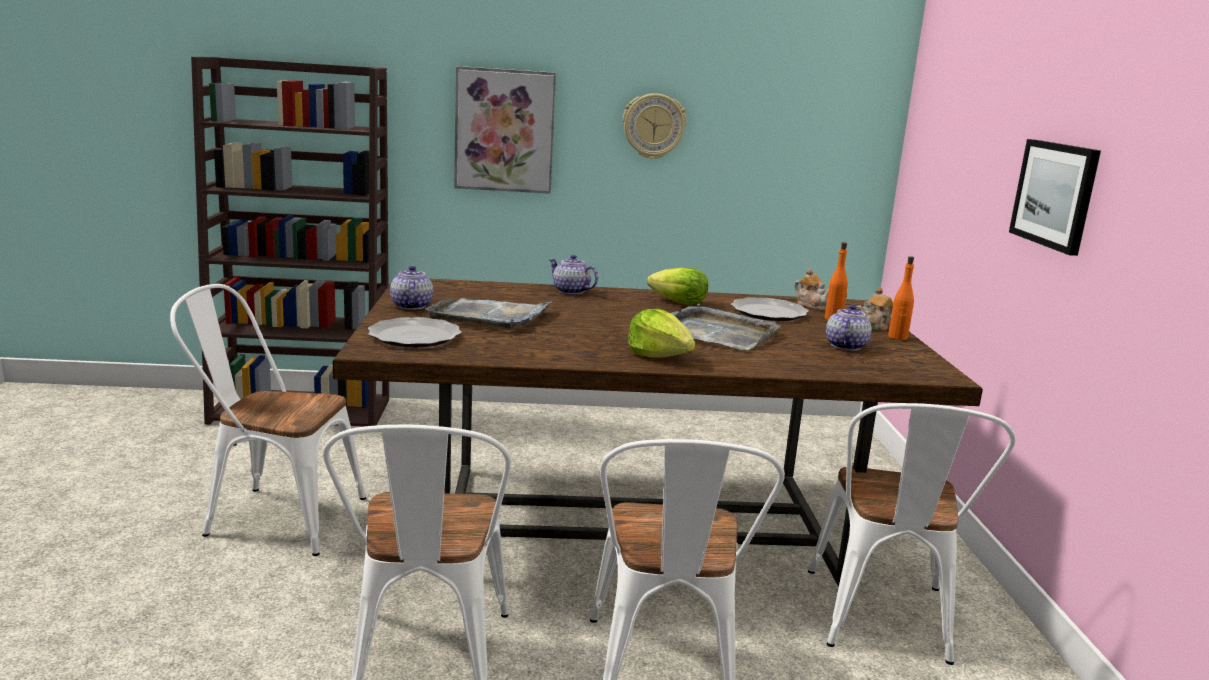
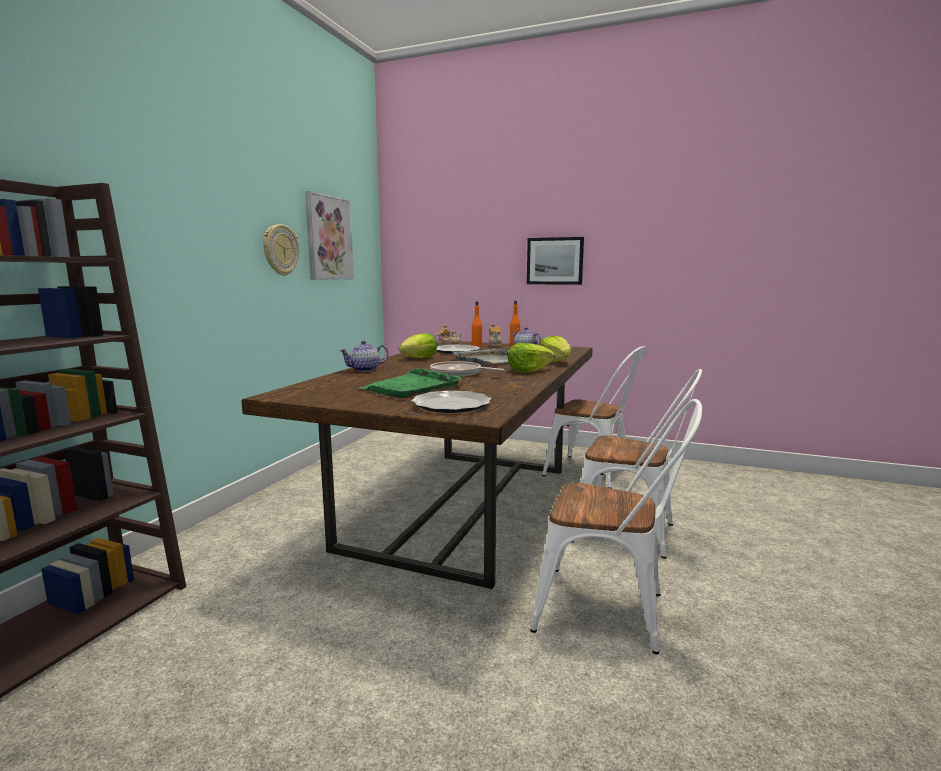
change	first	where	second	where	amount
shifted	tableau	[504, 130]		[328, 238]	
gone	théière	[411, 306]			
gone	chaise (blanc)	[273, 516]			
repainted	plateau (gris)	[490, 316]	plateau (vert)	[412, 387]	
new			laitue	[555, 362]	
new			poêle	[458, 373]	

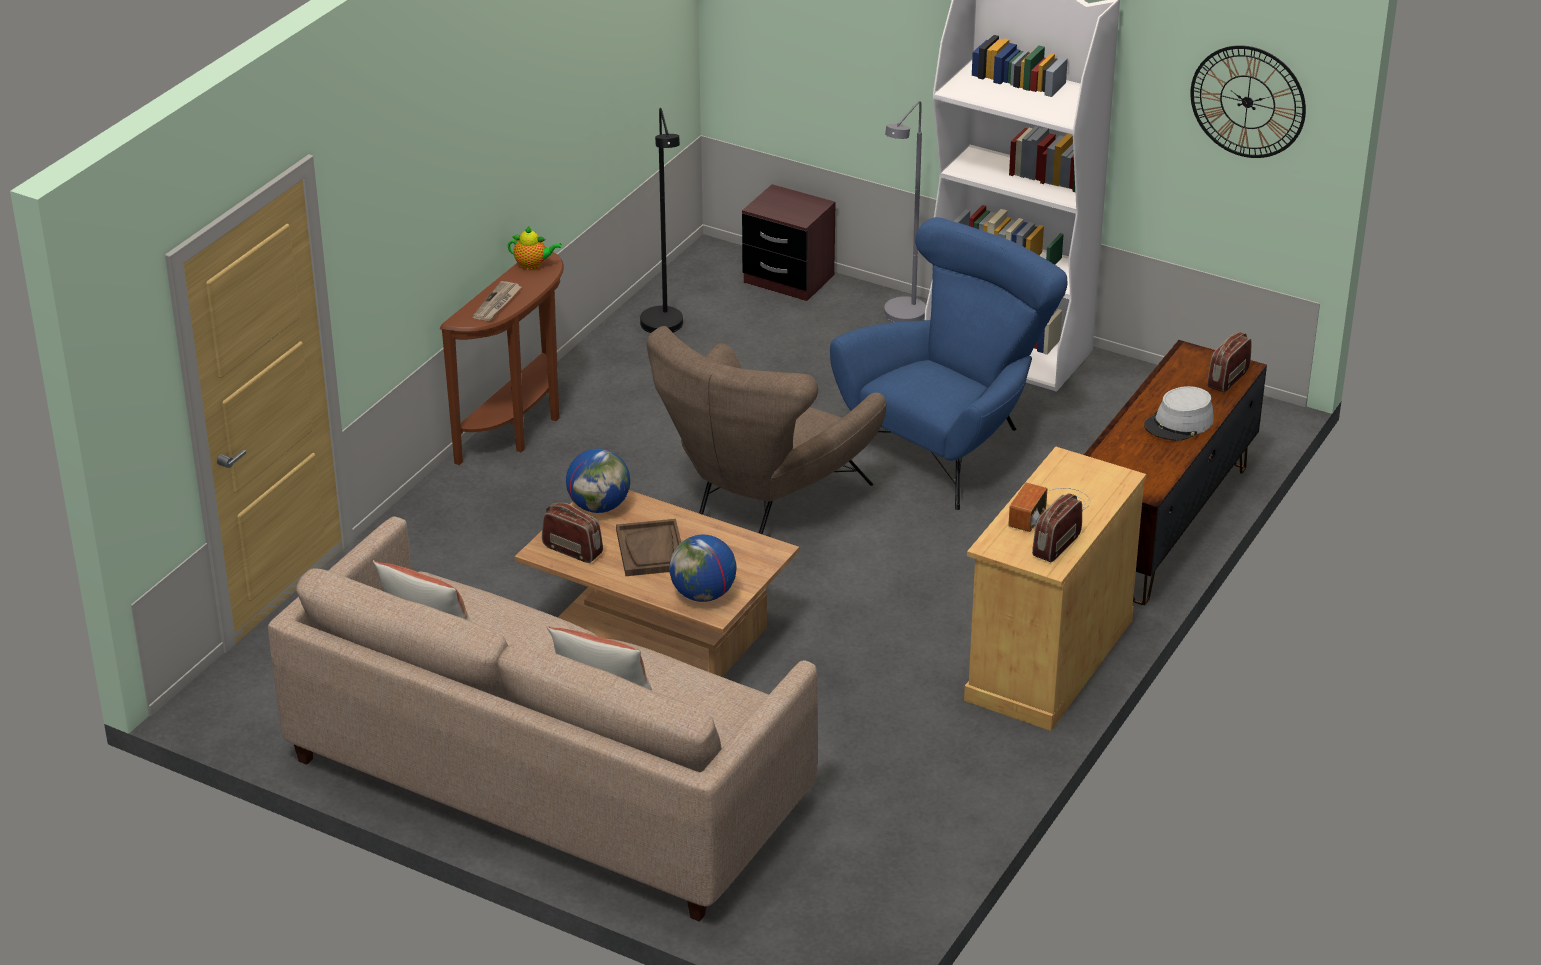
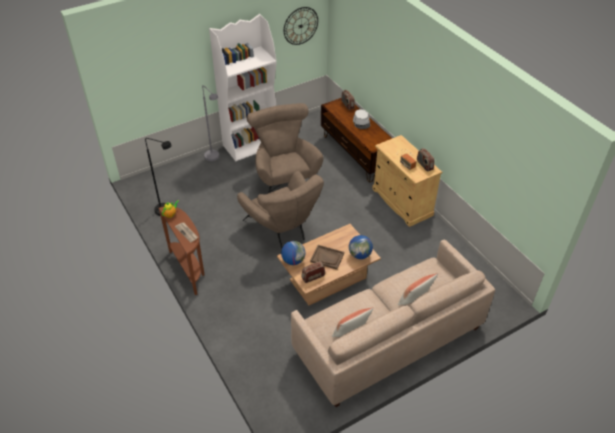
change	first	where	second	where	amount
gone	table de chevet (marron)	[788, 279]			
repainted	fauteuil (bleu)	[949, 440]	fauteuil (marron)	[284, 176]	

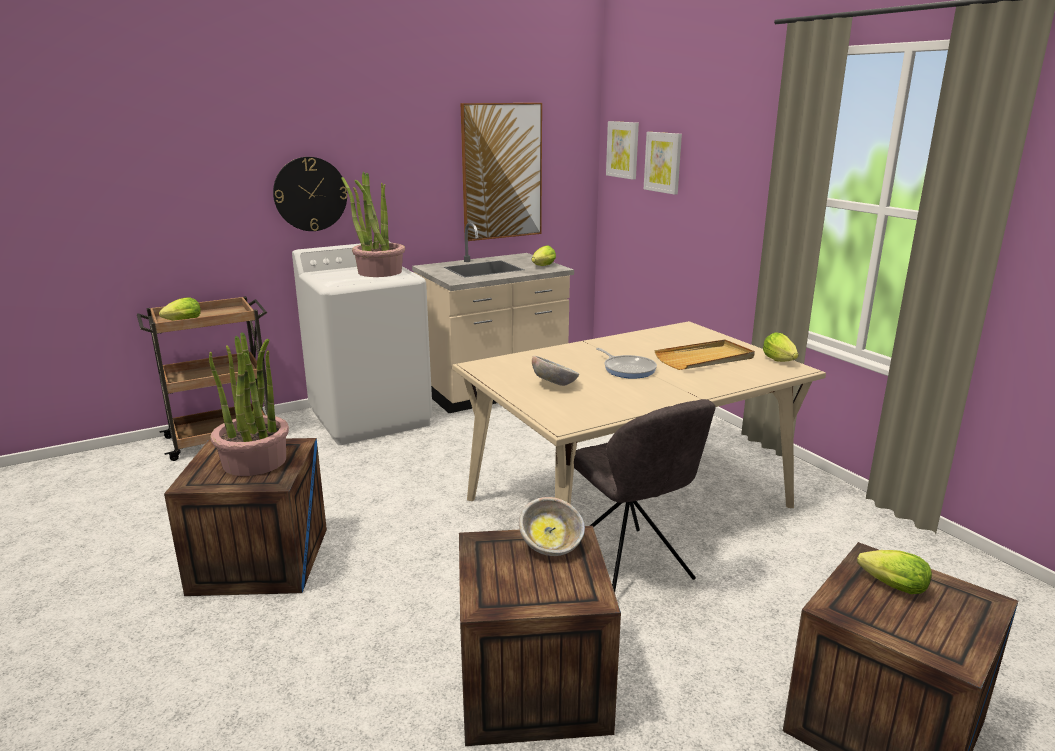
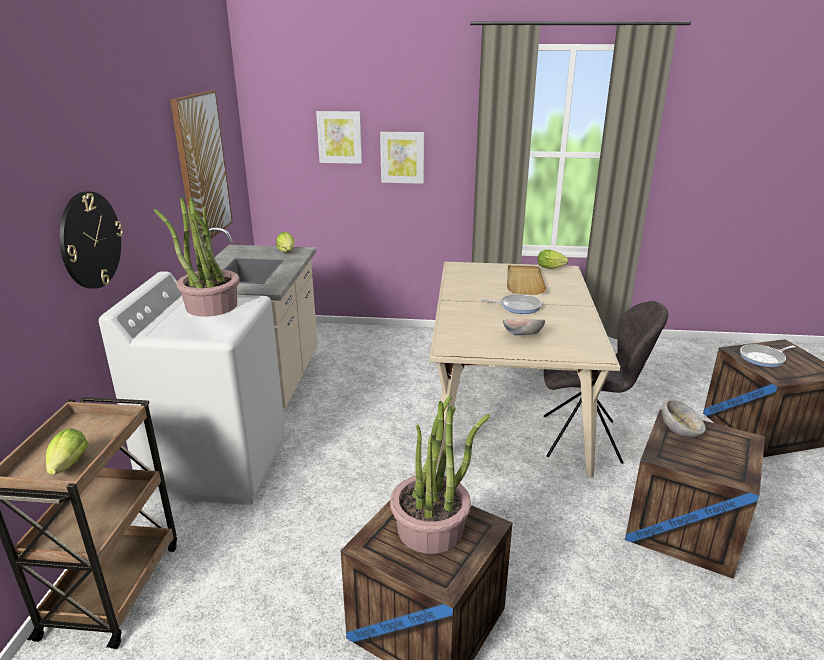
change	first	where	second	where	amount
shifted	tableau	[623, 149]		[402, 157]	
swapped	laitue	[889, 586]	poêle	[764, 358]	

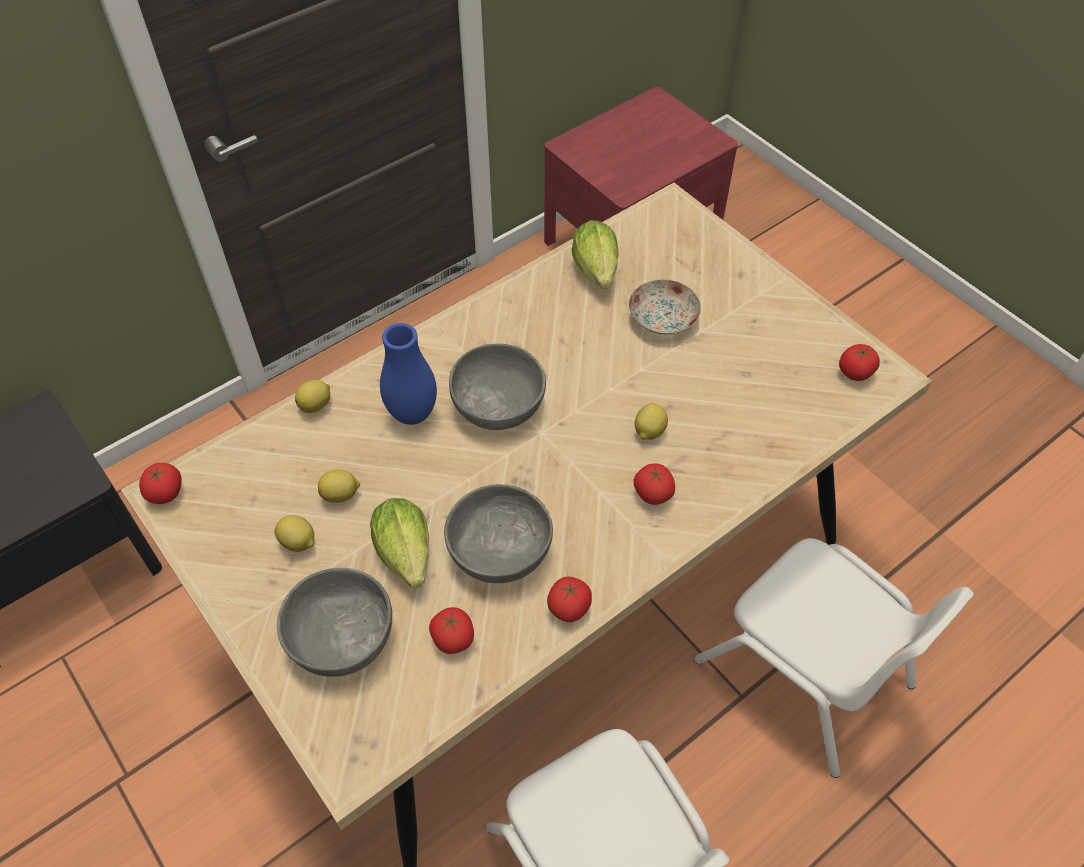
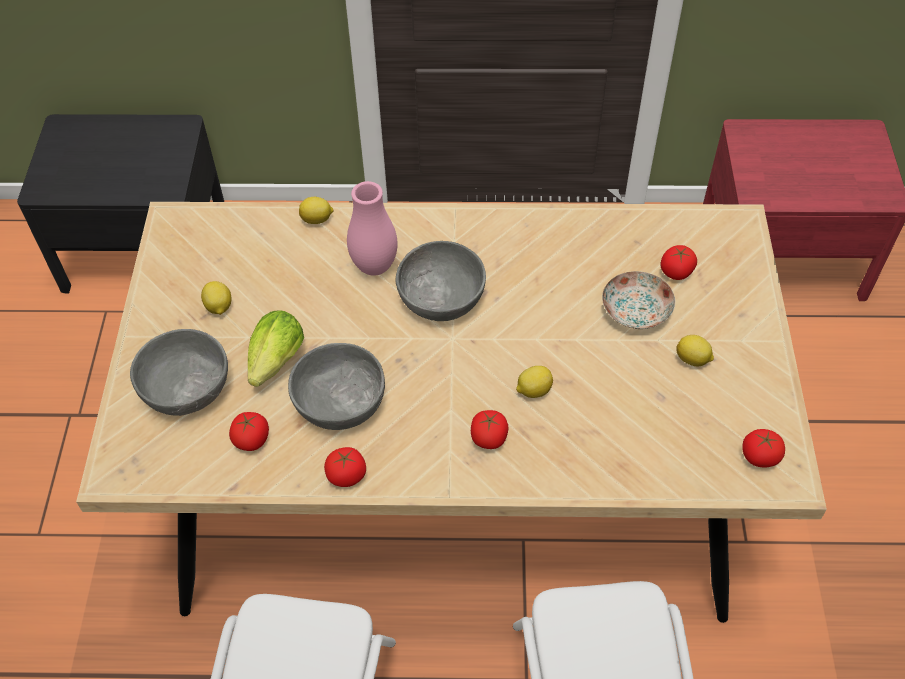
change	first	where	second	where	amount
gone	laitue	[597, 274]			
repainted	vase (bleu)	[412, 414]	vase (rose)	[374, 266]	
shifted	tomate	[165, 492]		[676, 272]	
shifted	citron	[341, 495]		[692, 360]	

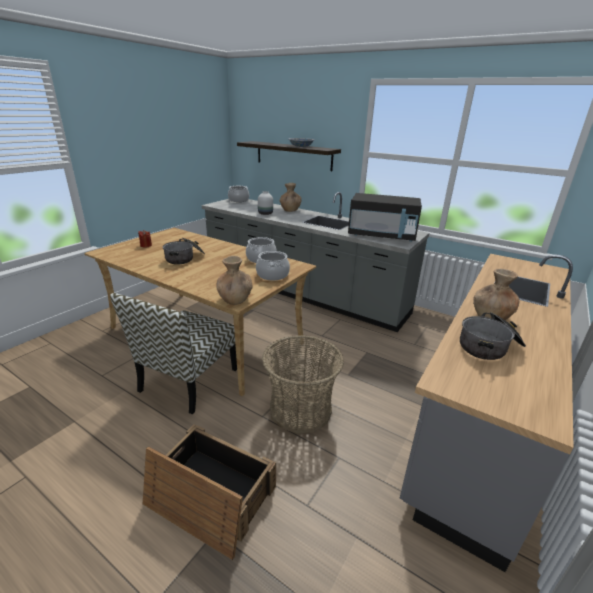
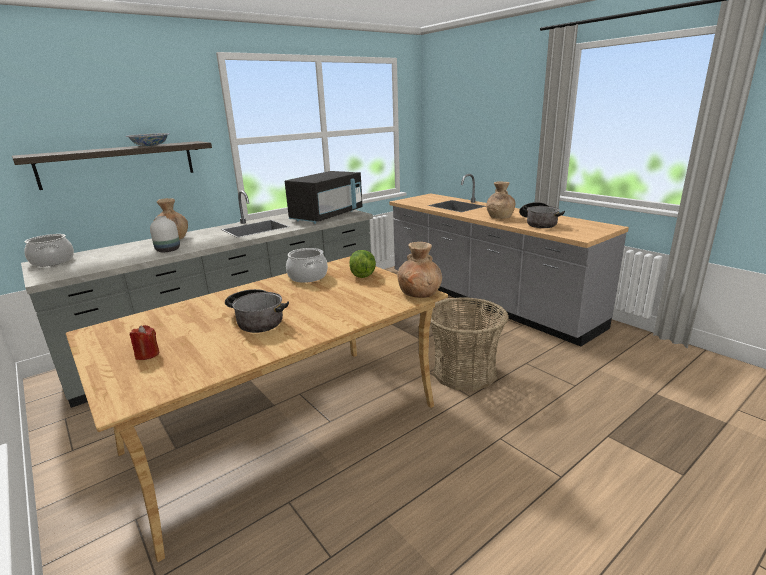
change	first	where	second	where	amount
swapped	marmite	[272, 275]	laitue	[363, 274]	
gone	chaise	[188, 381]			
gone	caisse	[210, 496]			

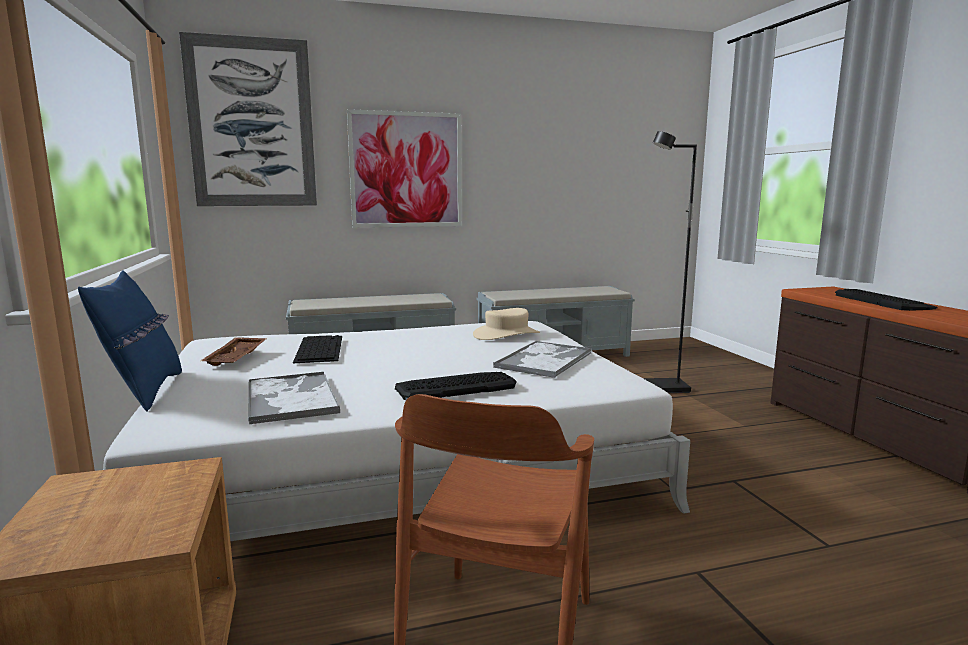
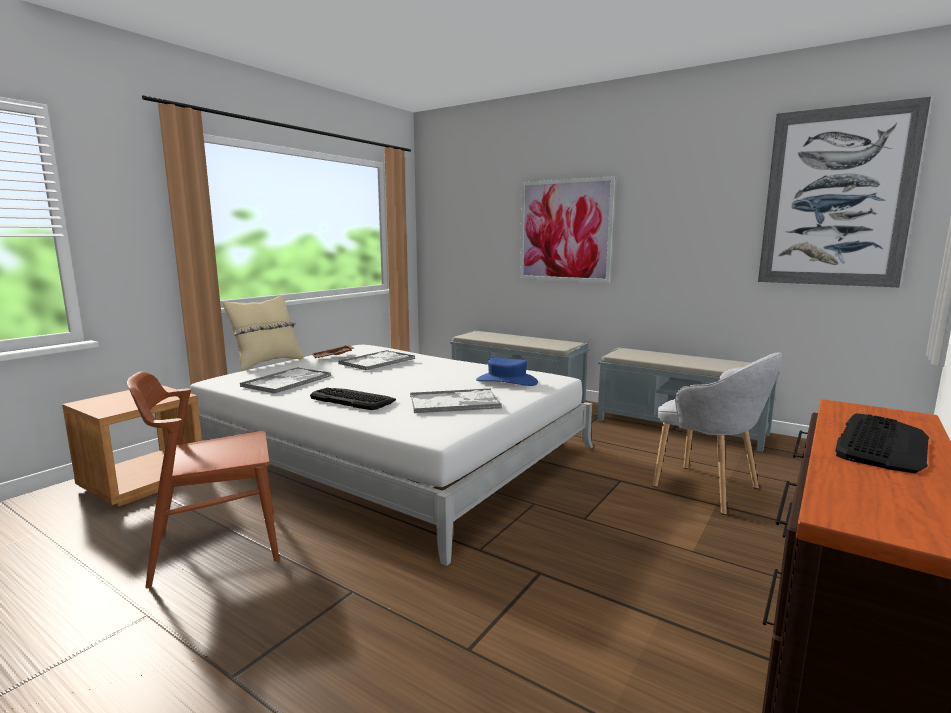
change	first	where	second	where	amount
shifted	tableau	[252, 123]		[836, 198]	
swapped	lampadaire (noir)	[664, 388]	fauteuil (gris)	[708, 489]	
repainted	coussin (bleu)	[143, 392]	coussin (beige)	[267, 363]	
repainted	chapeau (beige)	[506, 334]	chapeau (bleu)	[507, 381]	
swapped	clavier	[319, 348]	plateau	[378, 361]	

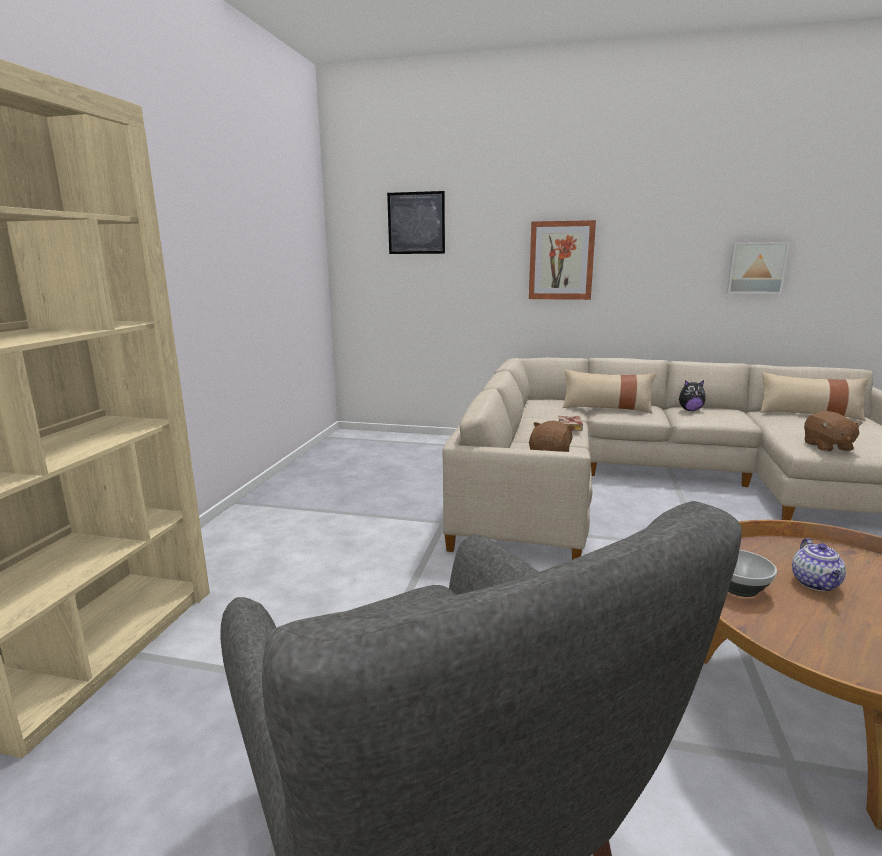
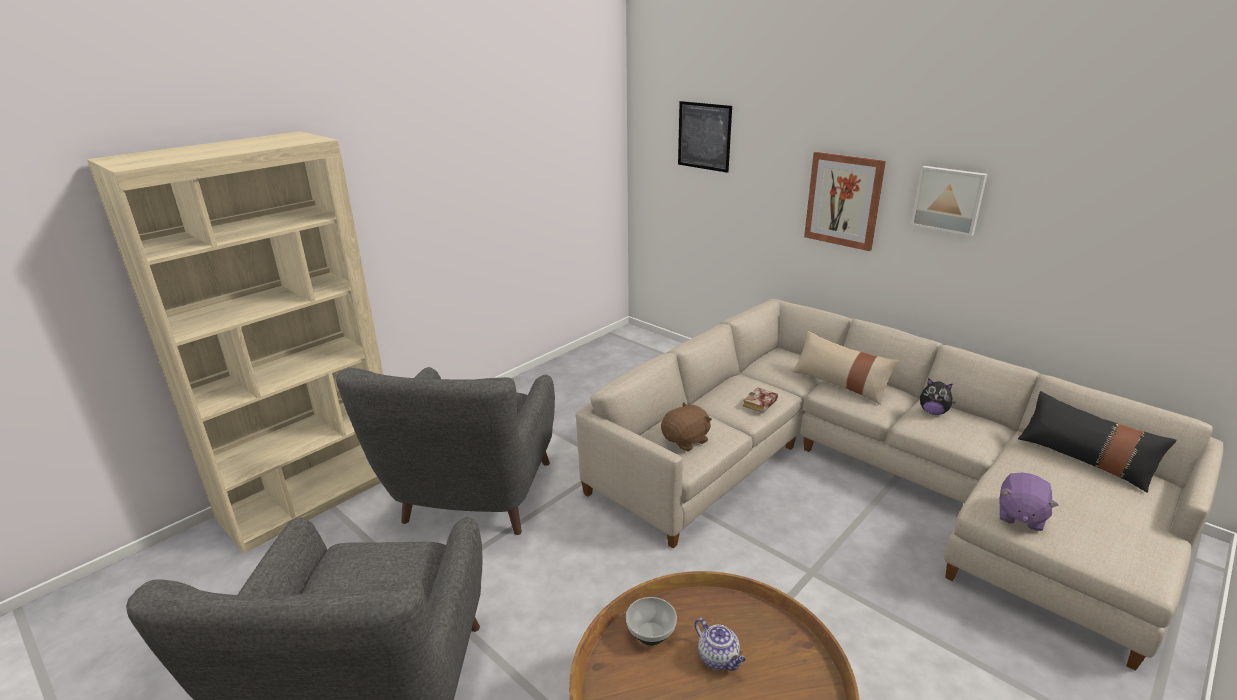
change	first	where	second	where	amount
shifted	tableau	[756, 268]		[948, 199]	
repainted	coussin (beige)	[809, 414]	coussin (noir)	[1084, 459]	
repainted	peluche (marron)	[827, 446]	peluche (violet)	[1019, 515]	
rotated	théière	[816, 584]		[719, 658]	75 degrees counterclockwise
new			fauteuil (gris)	[473, 498]	

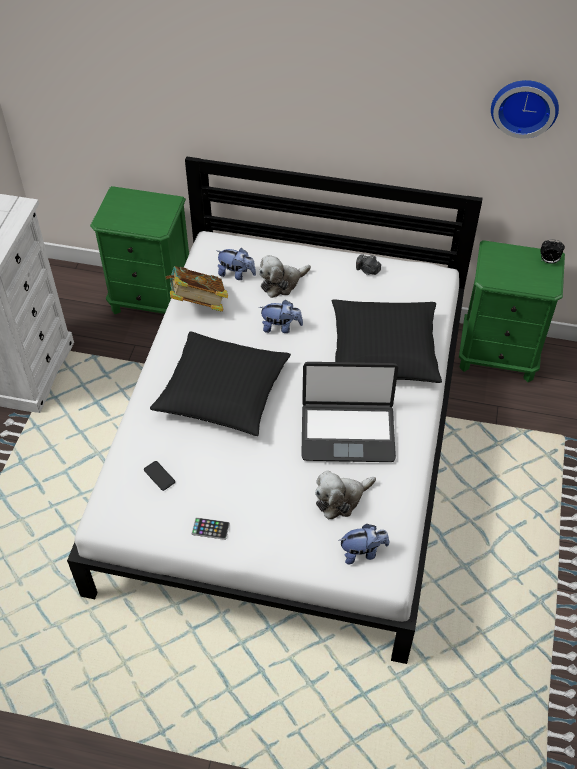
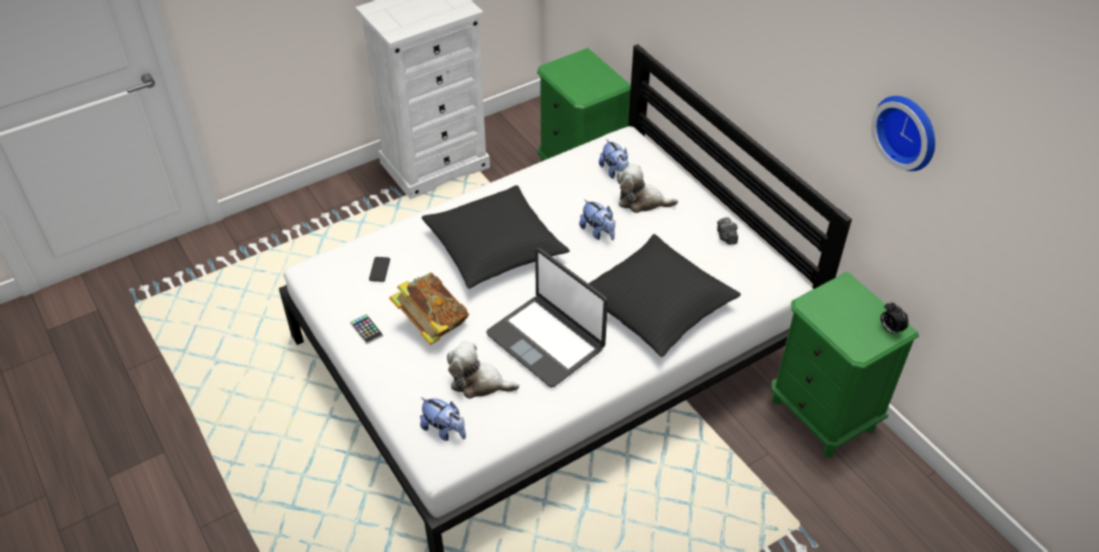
change	first	where	second	where	amount
shifted	livre	[198, 304]		[432, 324]	

